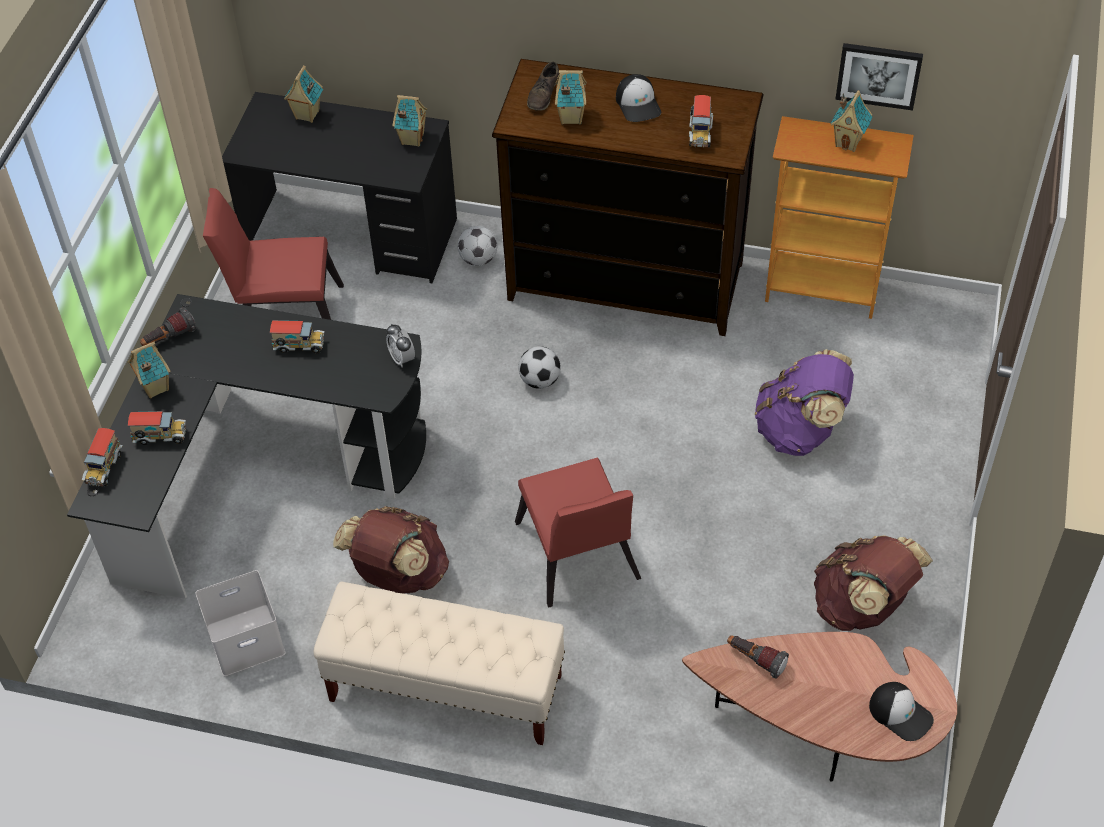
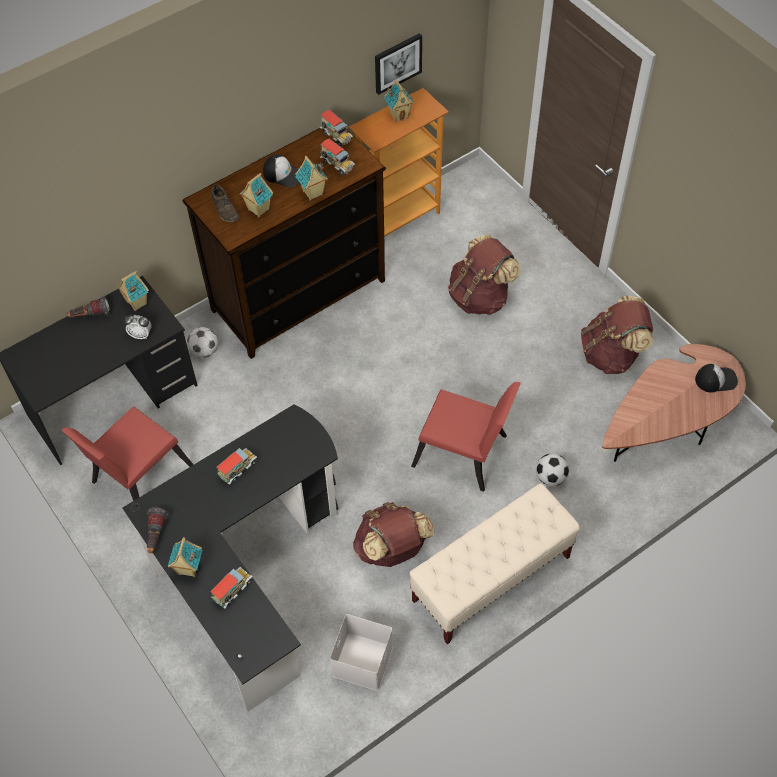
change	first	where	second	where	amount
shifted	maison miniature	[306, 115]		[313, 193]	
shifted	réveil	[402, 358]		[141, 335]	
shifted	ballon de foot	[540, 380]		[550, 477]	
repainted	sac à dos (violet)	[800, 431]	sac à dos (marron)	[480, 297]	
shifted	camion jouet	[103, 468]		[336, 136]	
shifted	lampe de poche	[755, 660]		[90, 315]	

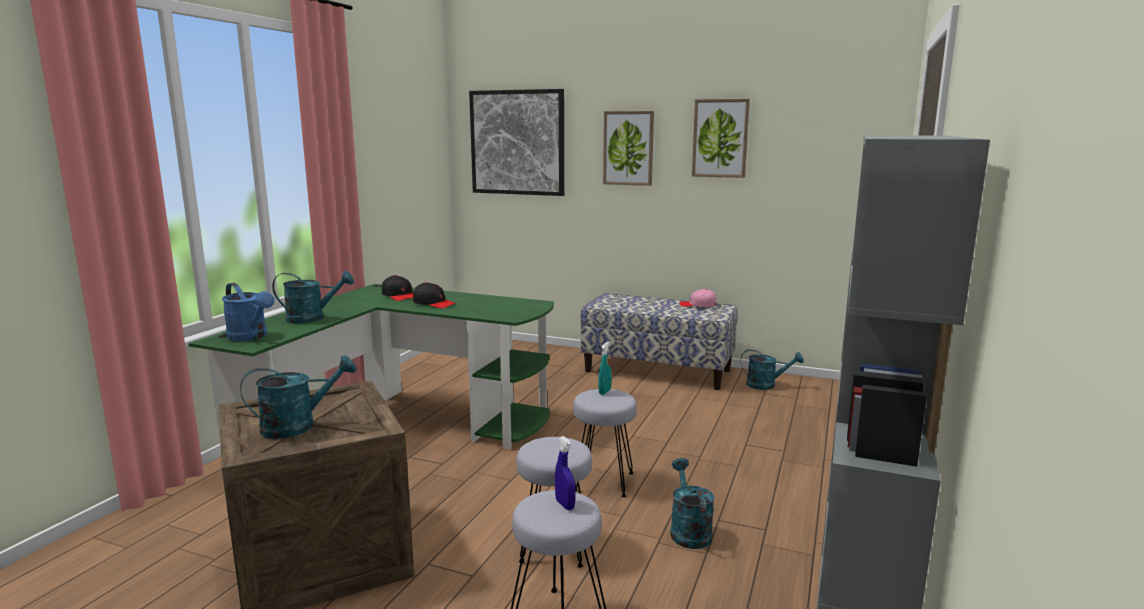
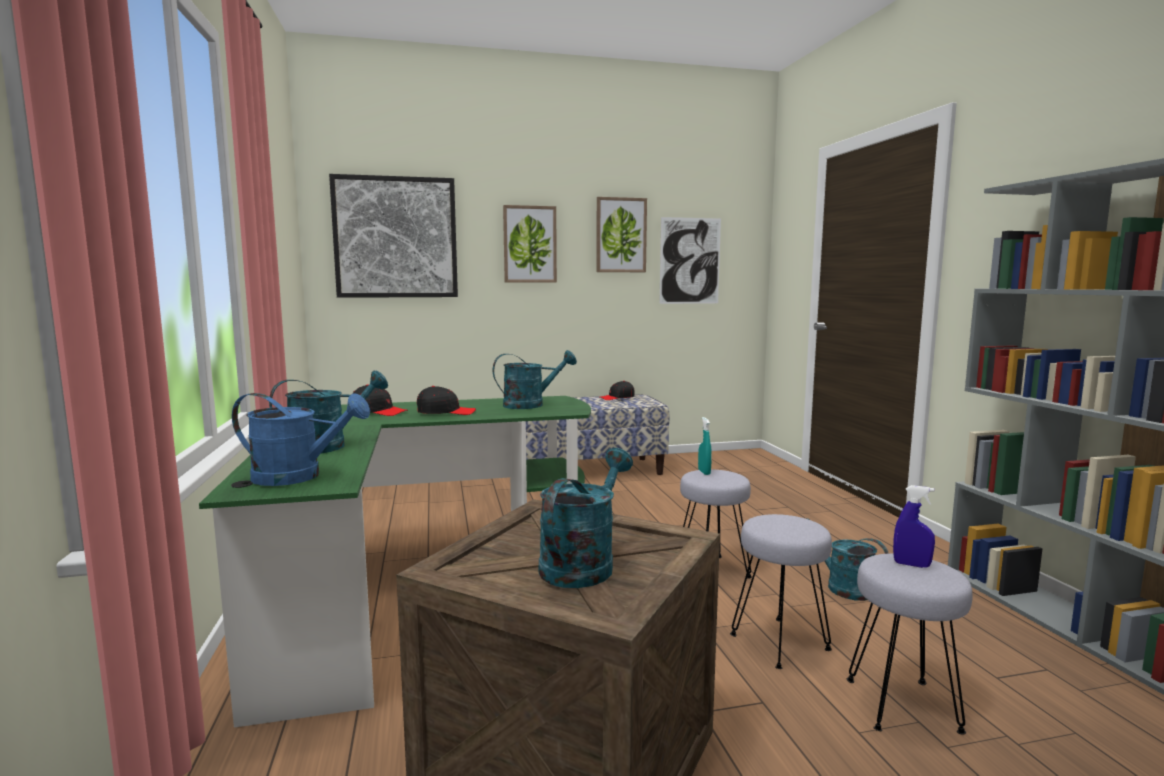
change	first	where	second	where	amount
repainted	casquette (rose)	[698, 305]	casquette (noir)	[617, 398]	
shifted	arrosoir (turquoise)	[766, 385]		[531, 404]	
new			tableau	[690, 261]	

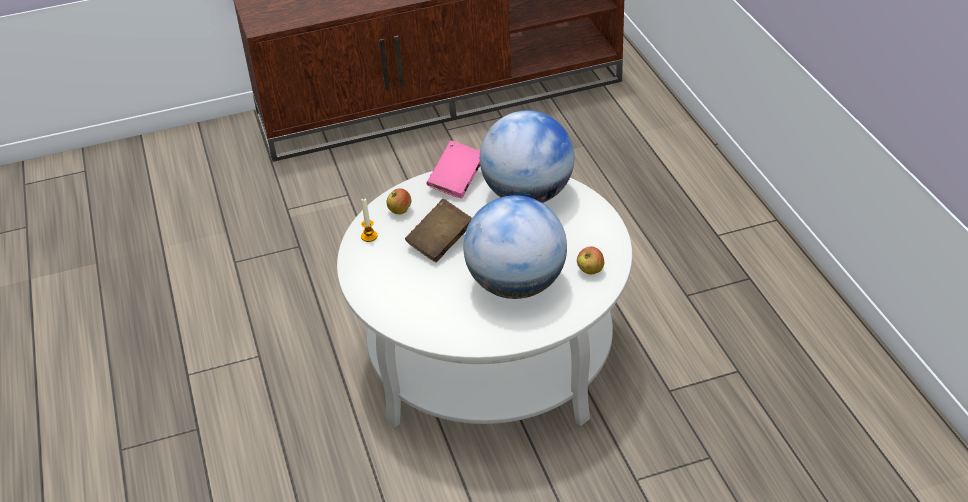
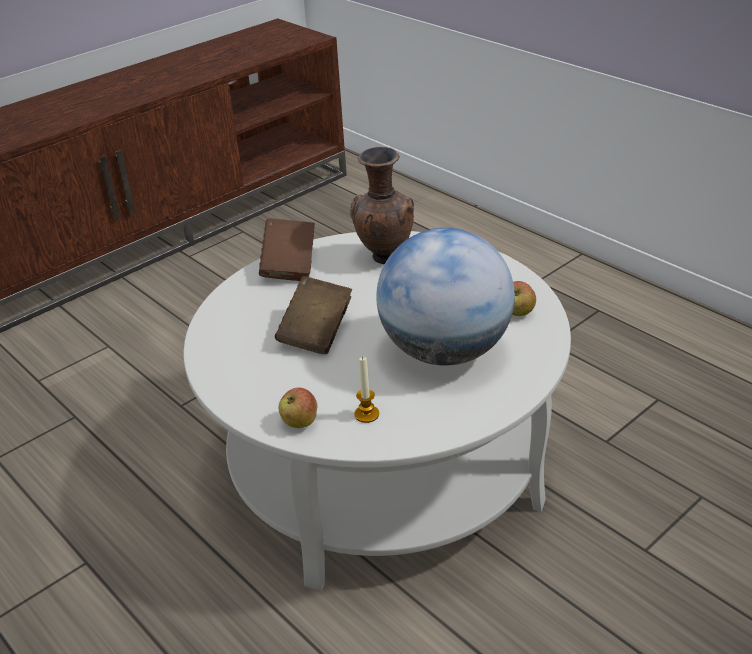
change	first	where	second	where	amount
swapped	globe	[528, 195]	vase (marron)	[384, 258]	
repainted	livre (rose)	[457, 181]	livre (marron)	[289, 265]	
shifted	pomme	[400, 211]		[300, 422]	
shifted	bougie	[369, 236]		[366, 414]	

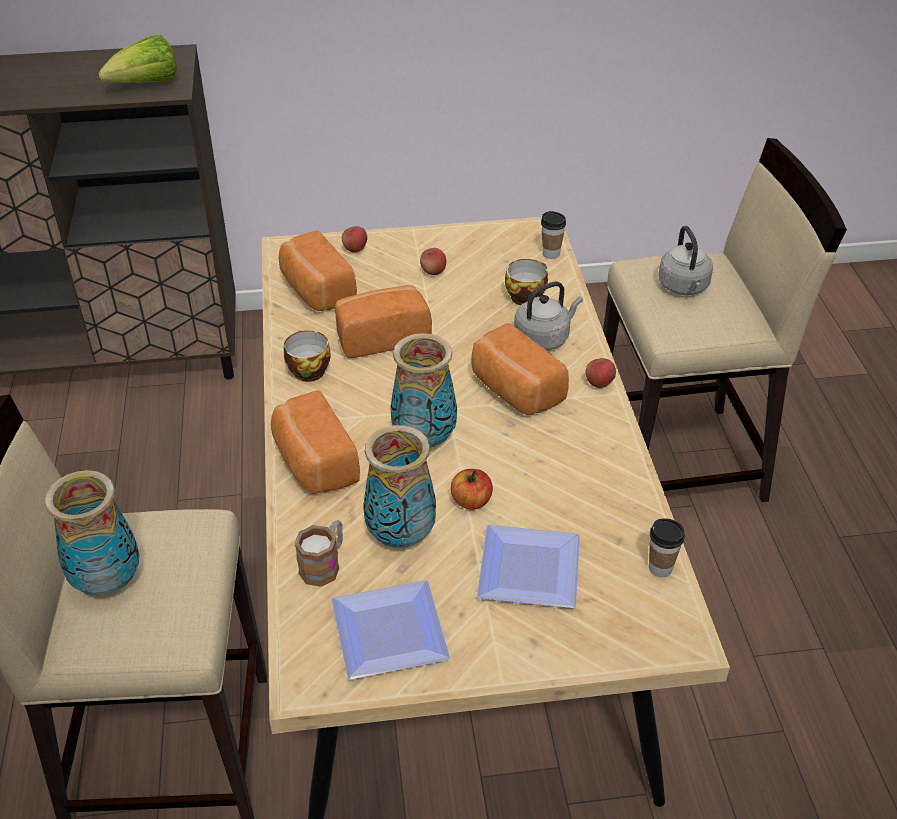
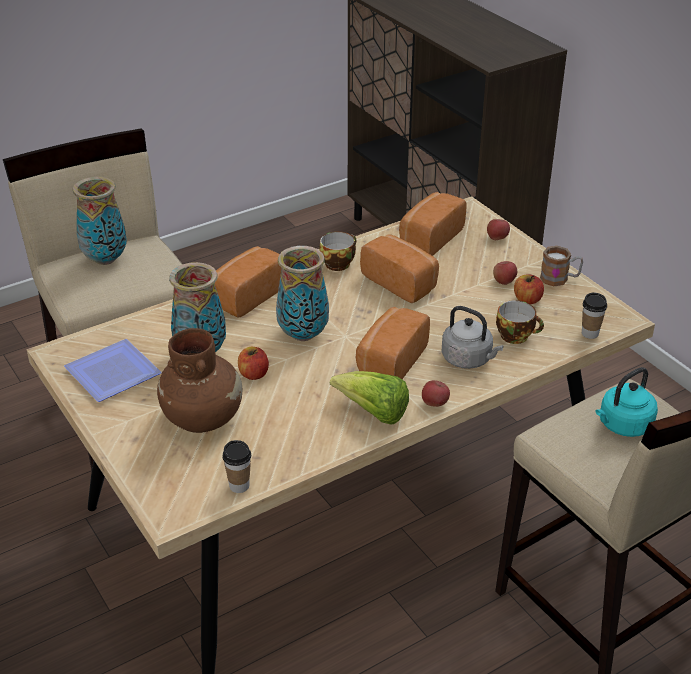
change	first	where	second	where	amount
shifted	laitue	[146, 85]		[373, 413]	
repainted	bouilloire (gris)	[684, 287]	bouilloire (turquoise)	[623, 425]	
shifted	mug	[324, 564]		[560, 279]	
swapped	assiette	[526, 566]	vase (marron)	[203, 417]	
new			pomme	[527, 300]	

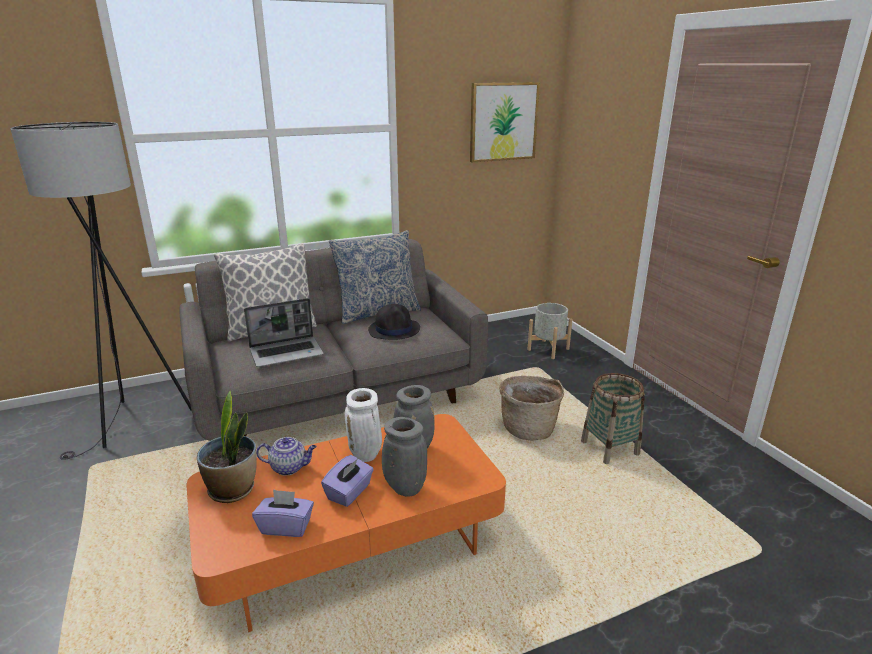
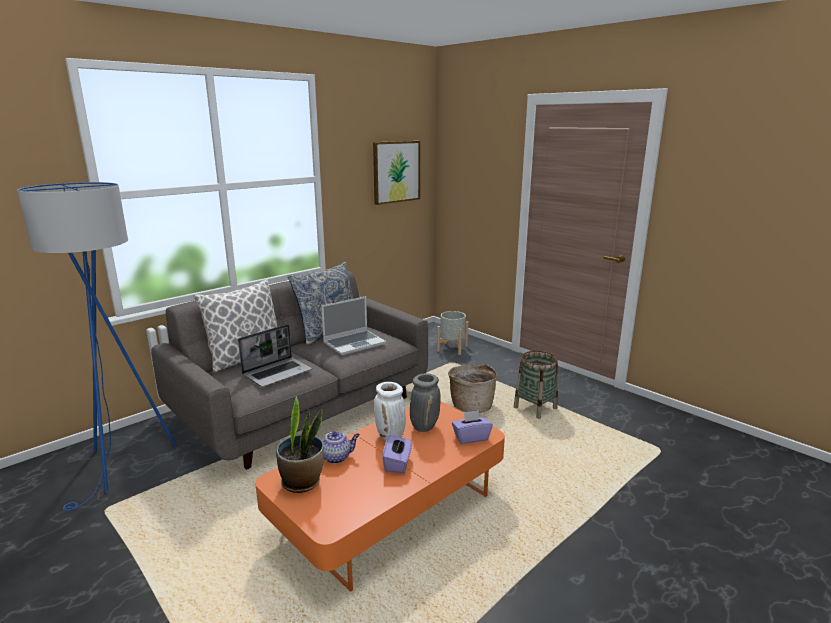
change	first	where	second	where	amount
repainted	lampadaire (gris)	[136, 423]	lampadaire (bleu)	[125, 466]	
swapped	chapeau (noir)	[394, 329]	ordinateur portable	[354, 343]	
gone	vase (gris)	[404, 488]			
shifted	boîte à mouchoirs (violet)	[286, 526]		[471, 437]	

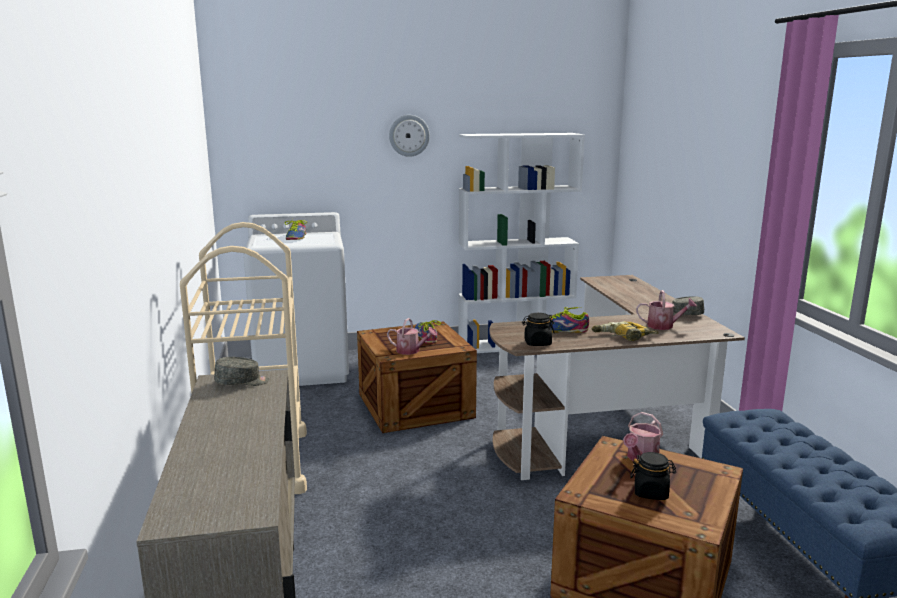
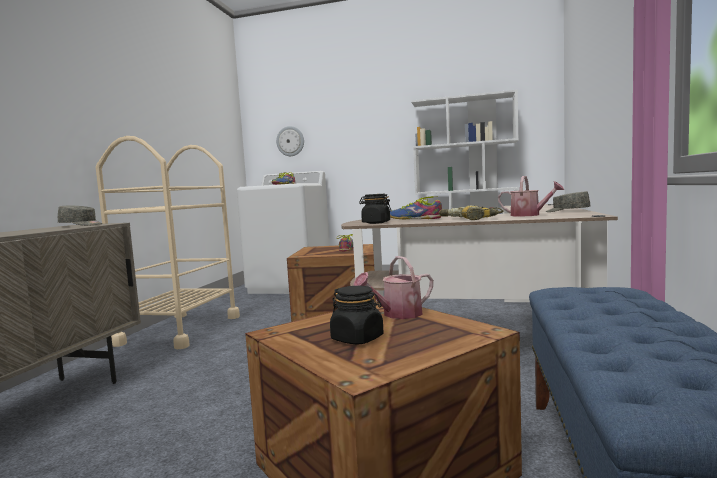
change	first	where	second	where	amount
shifted	horloge murale	[409, 135]		[290, 141]	
gone	arrosoir	[411, 351]			

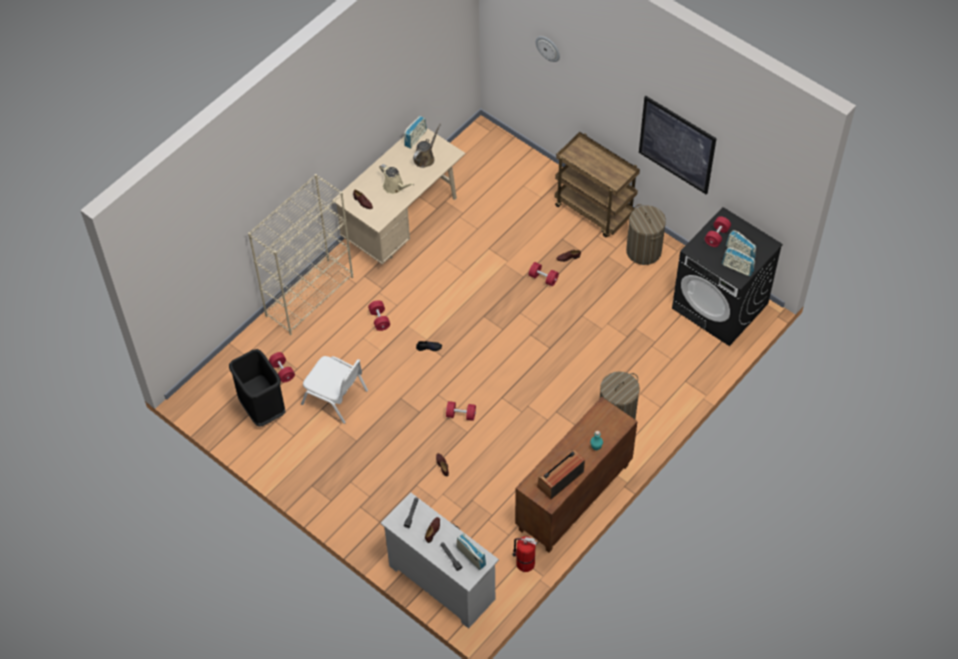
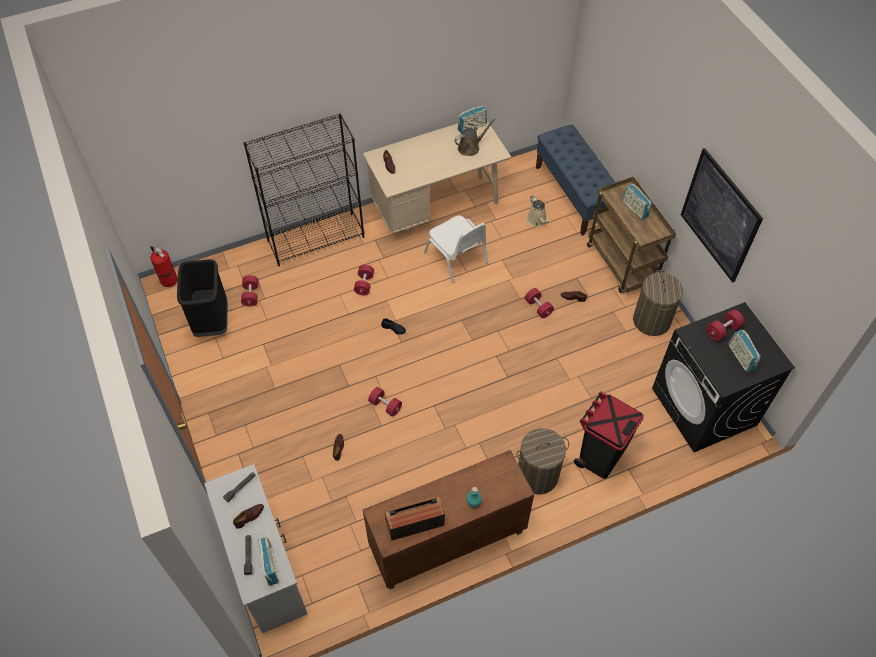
change	first	where	second	where	amount
gone	horloge murale	[548, 48]			
shifted	arrosoir (beige)	[395, 187]		[537, 220]	
repainted	bibliothèque (beige)	[309, 296]	bibliothèque (noir)	[316, 238]	
shifted	radio	[737, 268]		[634, 209]	
shifted	chaise (blanc)	[335, 397]		[457, 258]	
shifted	extincteur	[524, 563]		[168, 279]	
new			banc (bleu)	[574, 195]	
new			poubelle (noir)	[600, 456]	

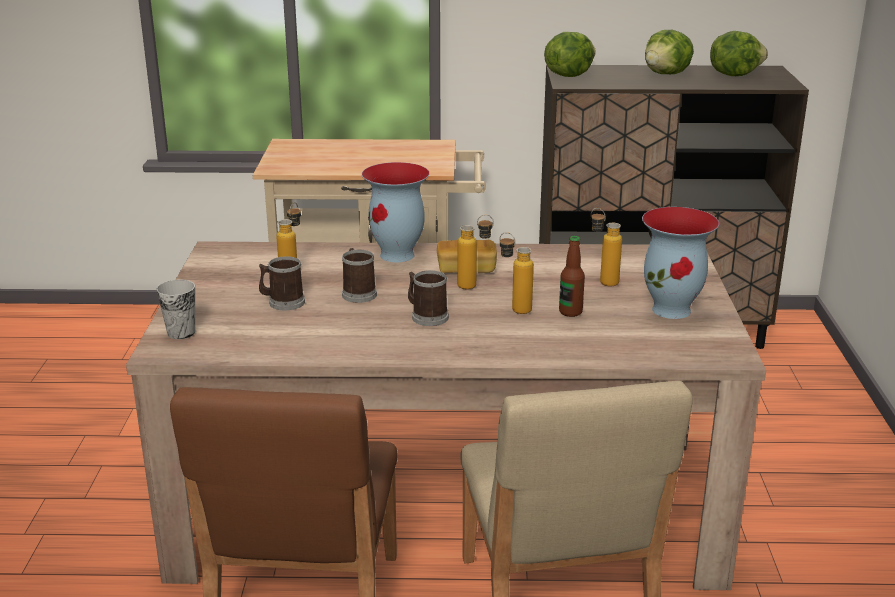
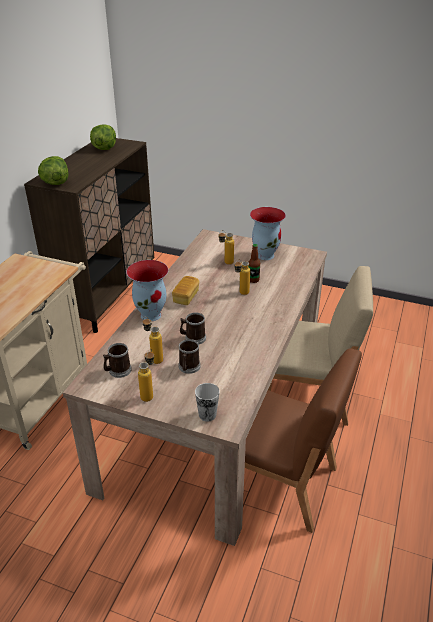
change	first	where	second	where	amount
gone	laitue	[667, 74]			
shifted	bouteille	[474, 286]		[149, 394]	
shifted	mug	[426, 316]		[117, 371]	

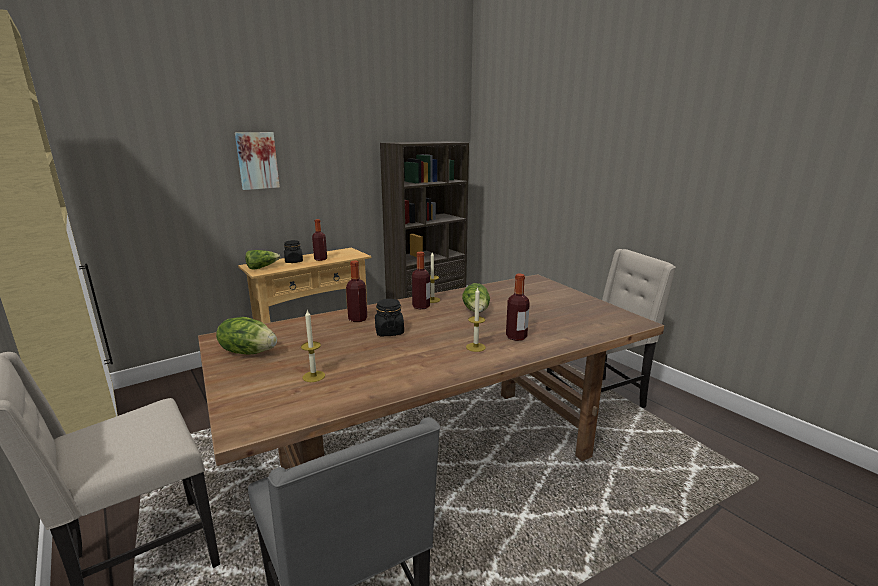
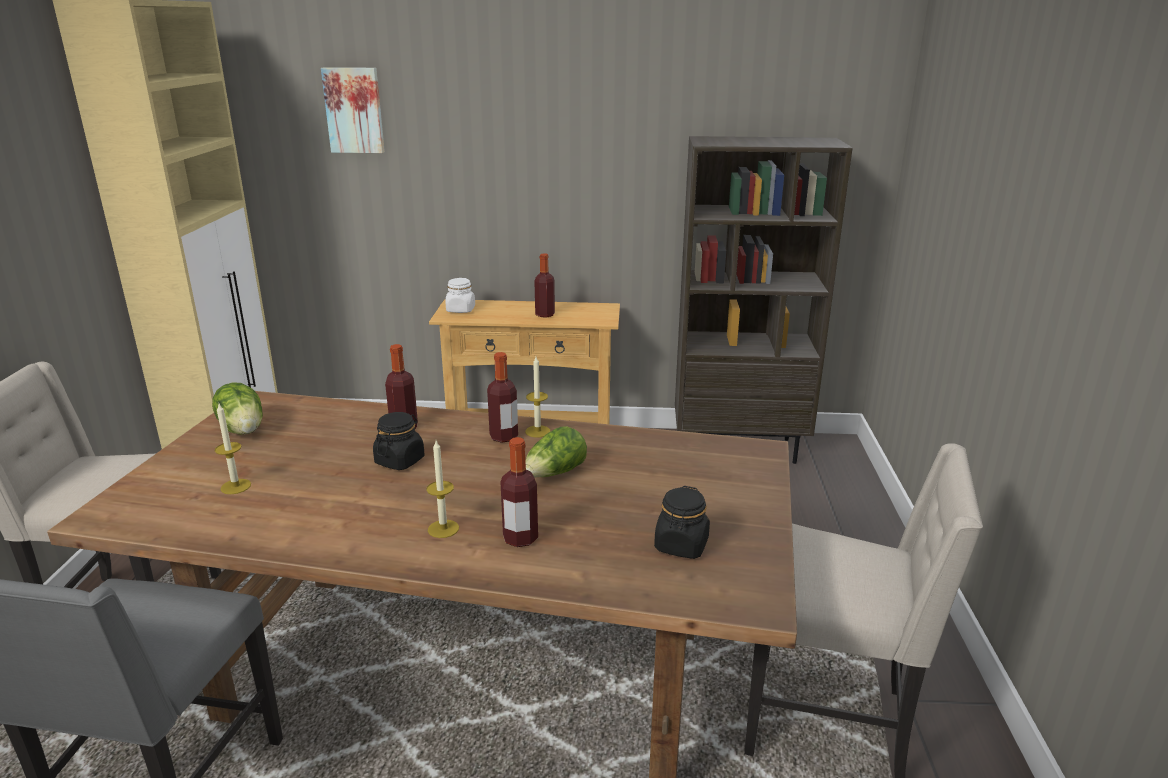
change	first	where	second	where	amount
shifted	tableau	[257, 160]		[354, 110]	
shifted	bocal (noir)	[294, 261]		[681, 545]	
swapped	laitue	[262, 267]	bocal (blanc)	[461, 310]	

